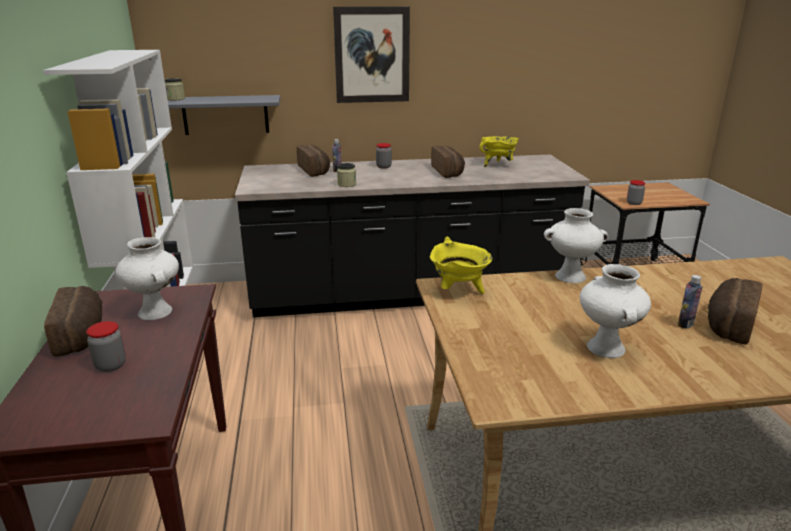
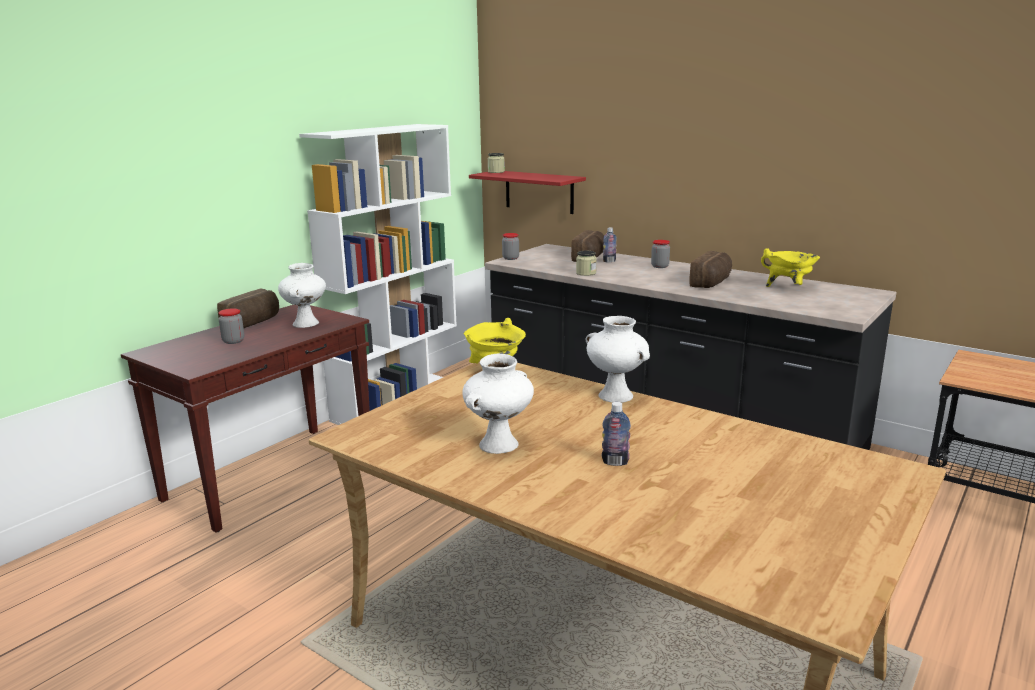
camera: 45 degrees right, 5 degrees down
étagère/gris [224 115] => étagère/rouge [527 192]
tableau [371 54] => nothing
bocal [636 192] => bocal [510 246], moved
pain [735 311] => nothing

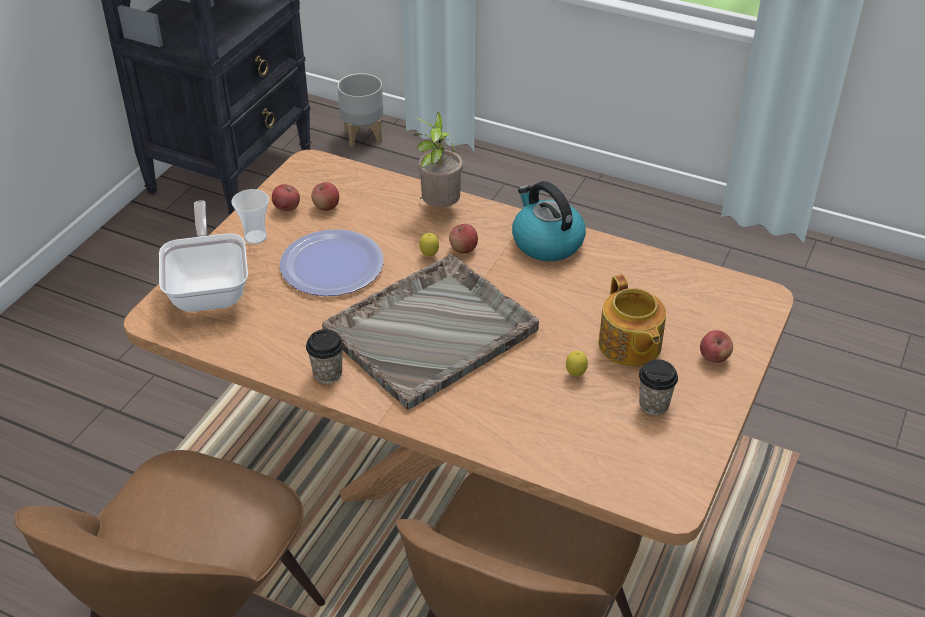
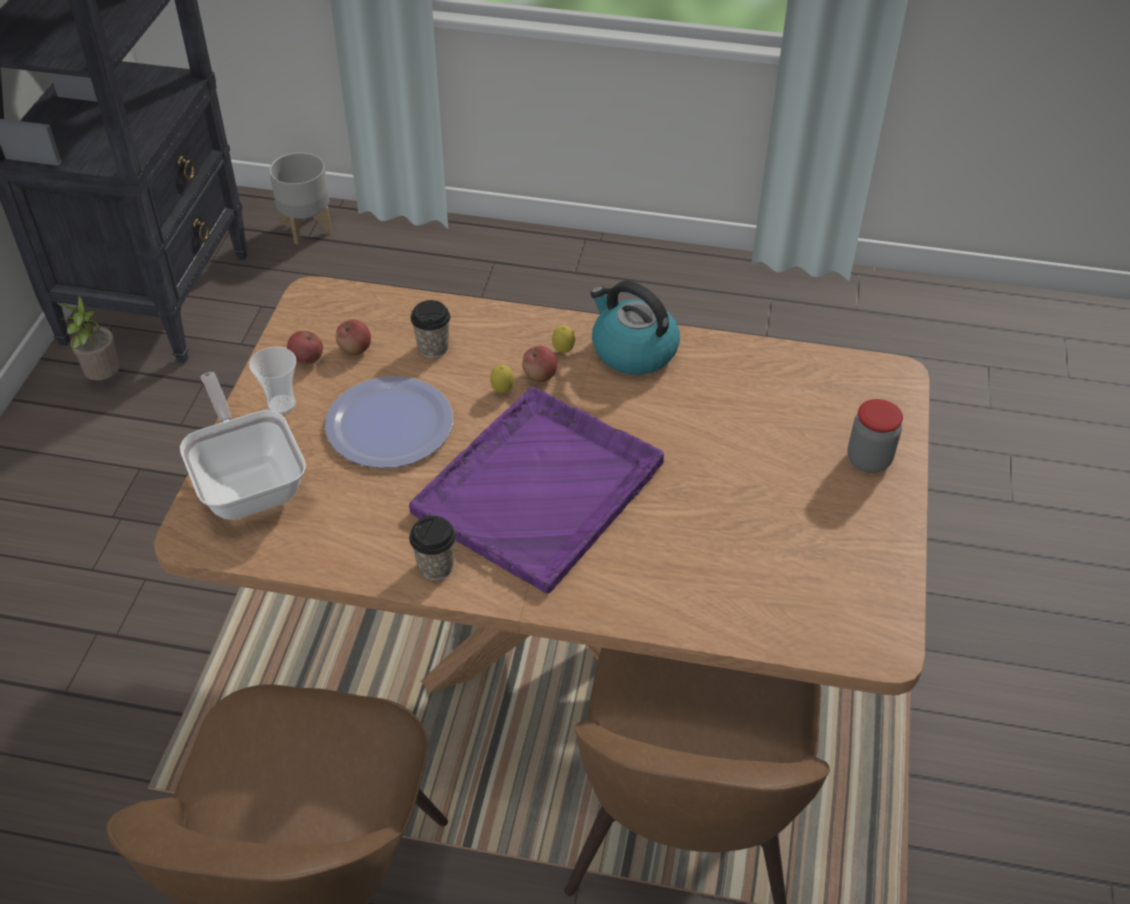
camera: 15 degrees left, 5 degrees up
plateau/gris [430 332] => plateau/violet [536 490]
plante en pot [438 159] => plante en pot [88 337], moved
citron [577 363] => citron [563 339], moved
théière [632 320] => nothing
tasse [658 387] => tasse [430 329], moved
pomme [716 346] => bocal [875 436]

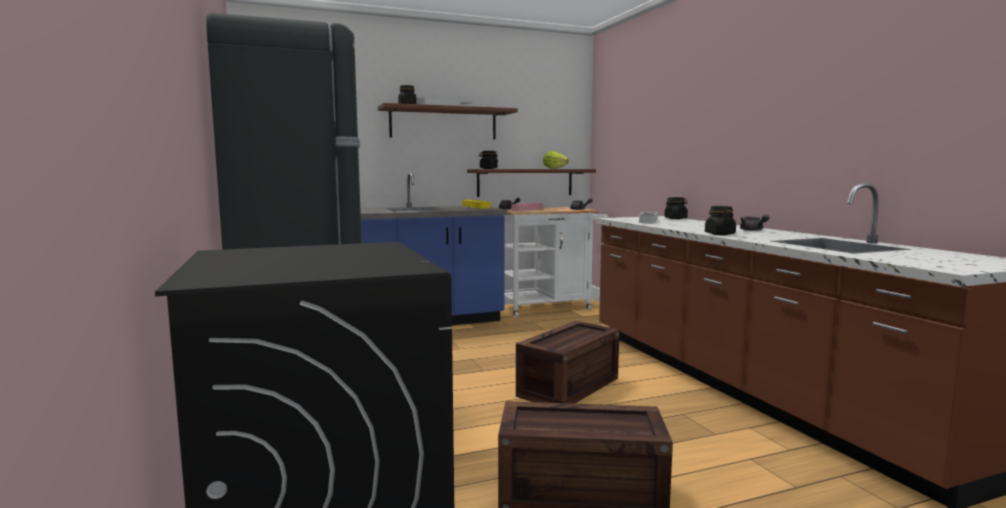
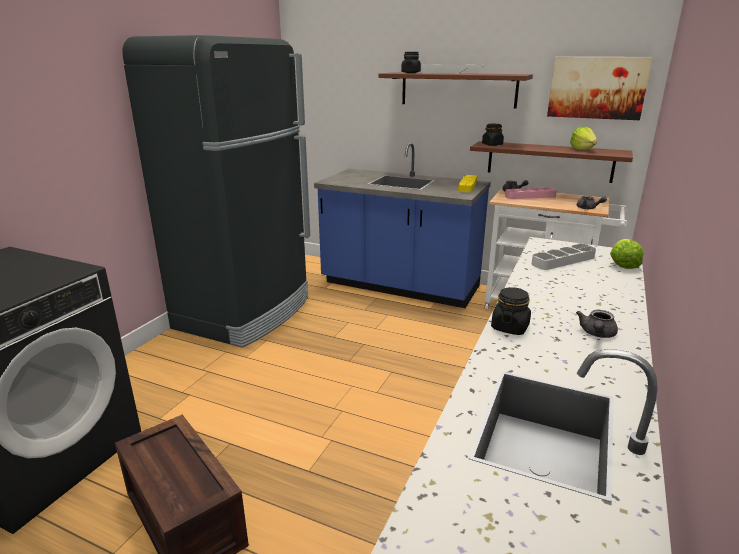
camera: 45 degrees right, 15 degrees up
caisse [568 362] => nothing
bocal/noir [676 208] => laitue [626 254]
nothing => tableau [600 88]

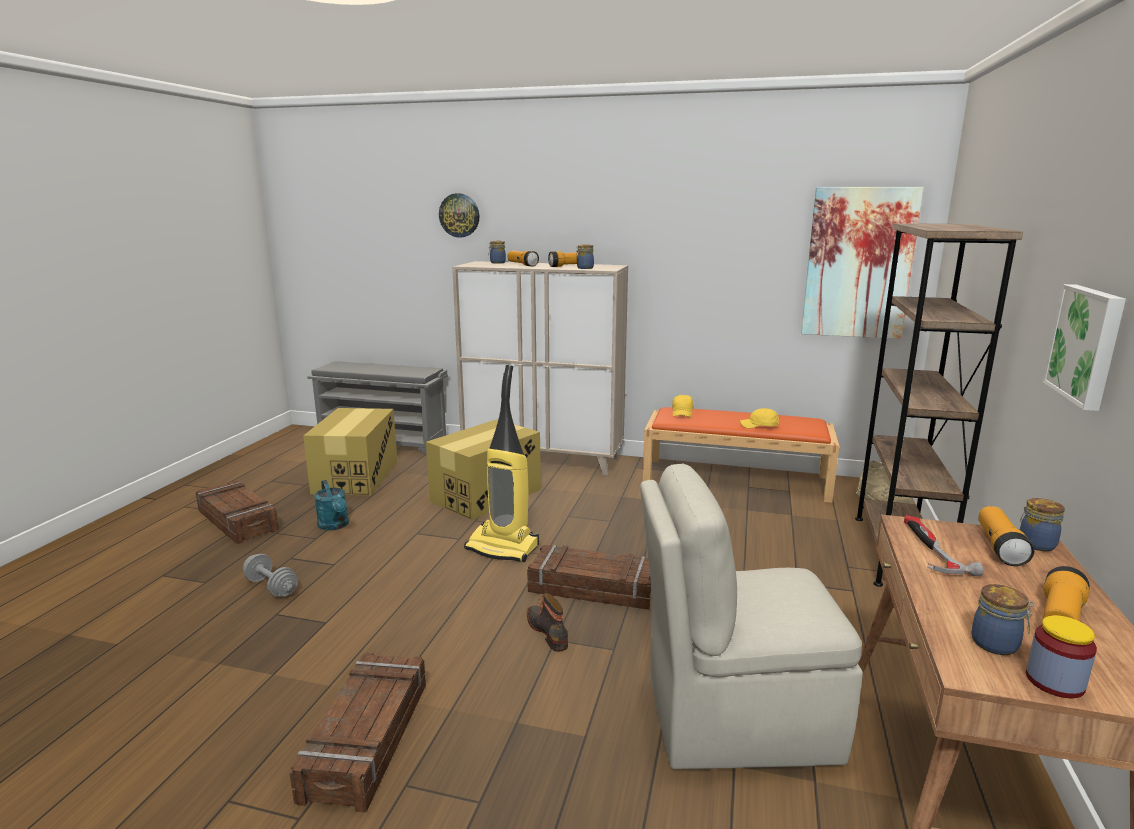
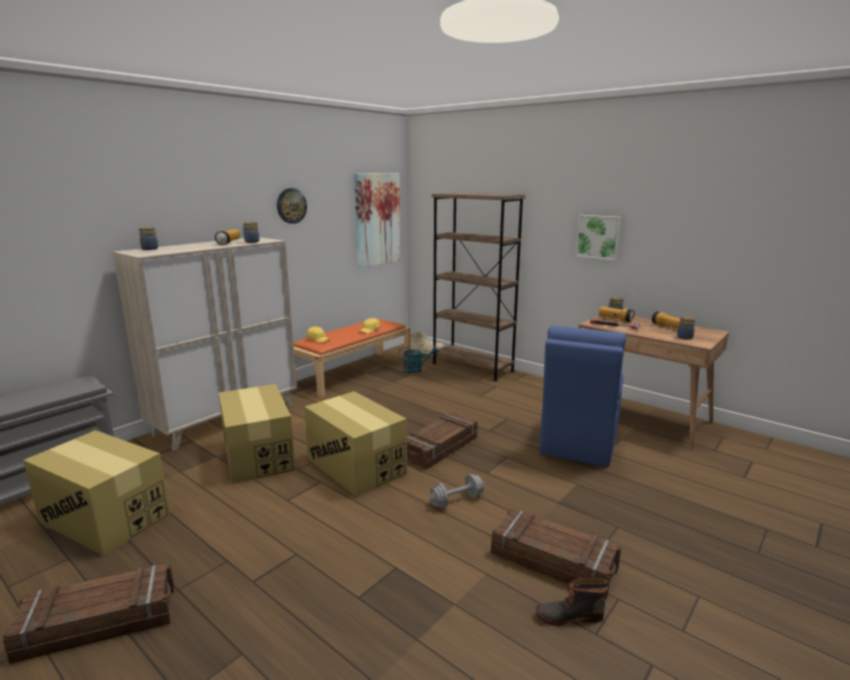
camera: 65 degrees left, 0 degrees up
haltère/gris [270 575] => haltère/gris [456 491], moved
arrosoir/turquoise [331 505] => arrosoir/turquoise [418 359], moved
horloge murale [459 215] => horloge murale [292 206], moved
aspirateur [501 463] => carton [355 444]
lampe de poche [523 259] => nothing
botte [547 622] => botte [572 602], moved
chaise/beige [751 616] => chaise/bleu [583 396]
bocal [1061 656] => nothing

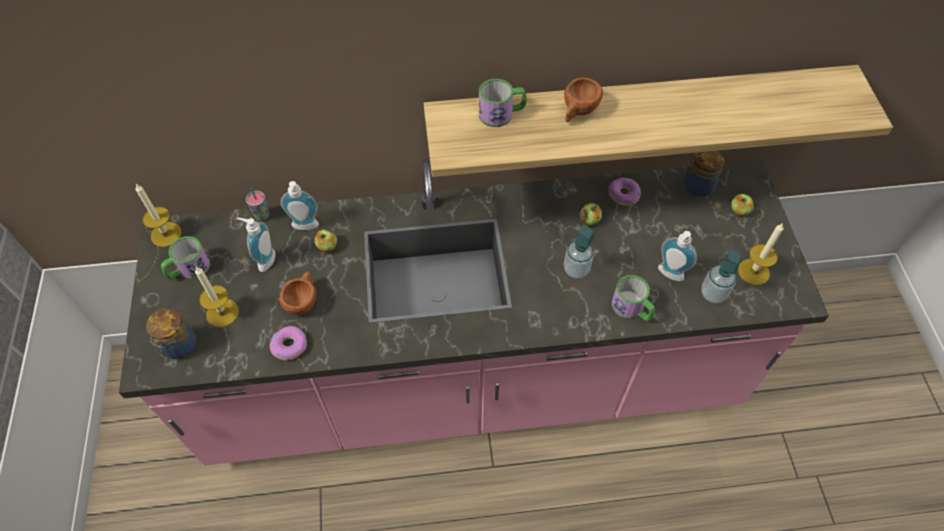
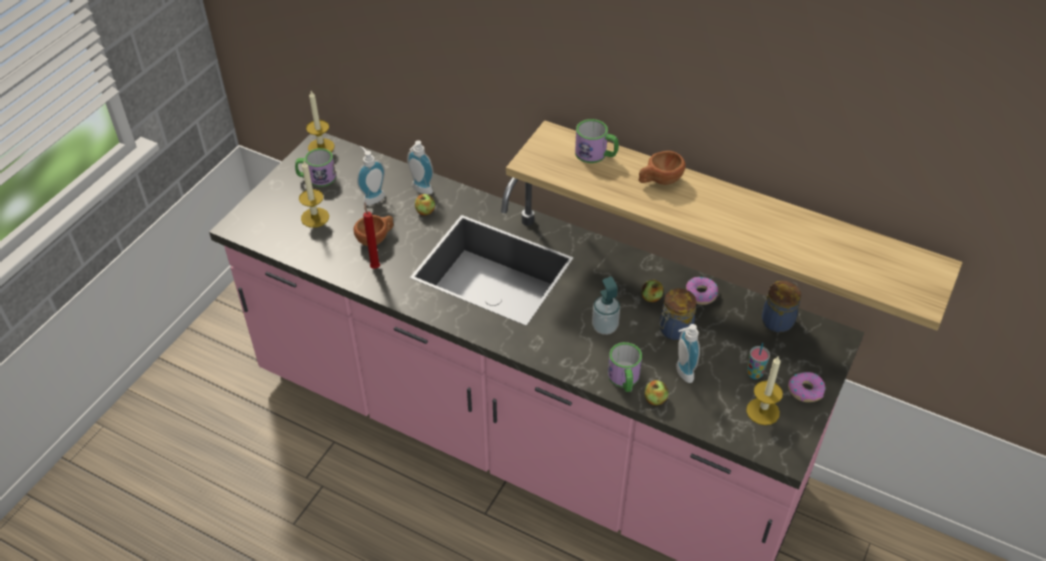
camera: 35 degrees right, 10 degrees down
bocal [171 333] => bocal [678 314], moved
tasse [257 204] => tasse [758 361], moved
beignet [288 343] => beignet [807 387], moved
distributeur de savon [721 276] => nothing
pomme [742 205] => pomme [656 392], moved
nothing => bougie/rouge [371 236]

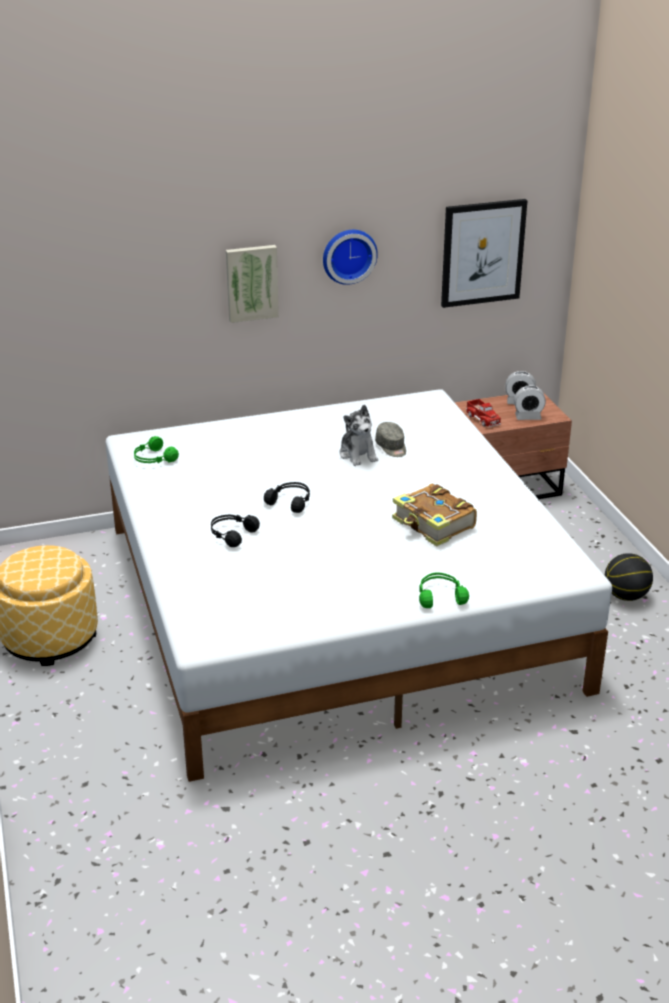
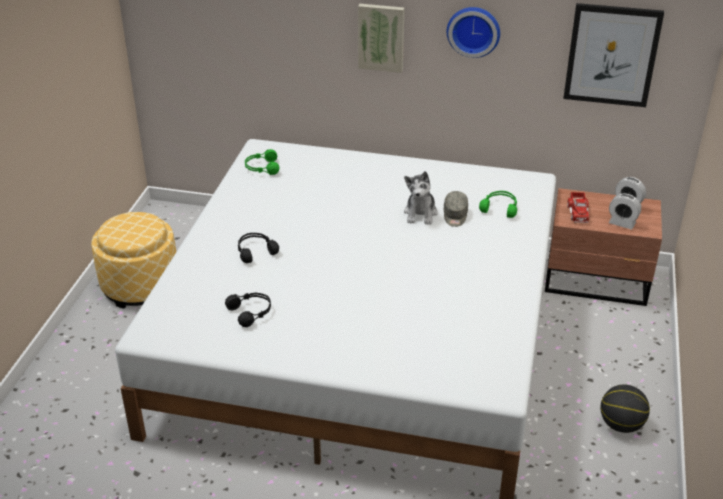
camera: 30 degrees right, 5 degrees up
casque audio/noir [287 497] => casque audio/noir [248 310], moved
livre [434 515] => nothing
casque audio/vert [444 590] => casque audio/vert [498 204], moved

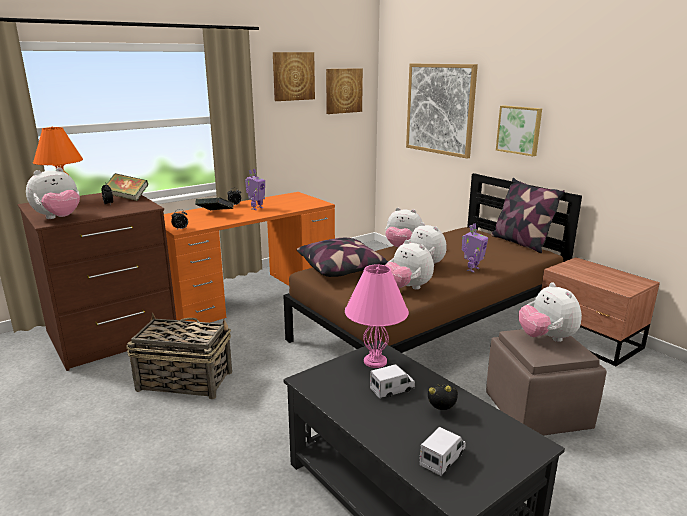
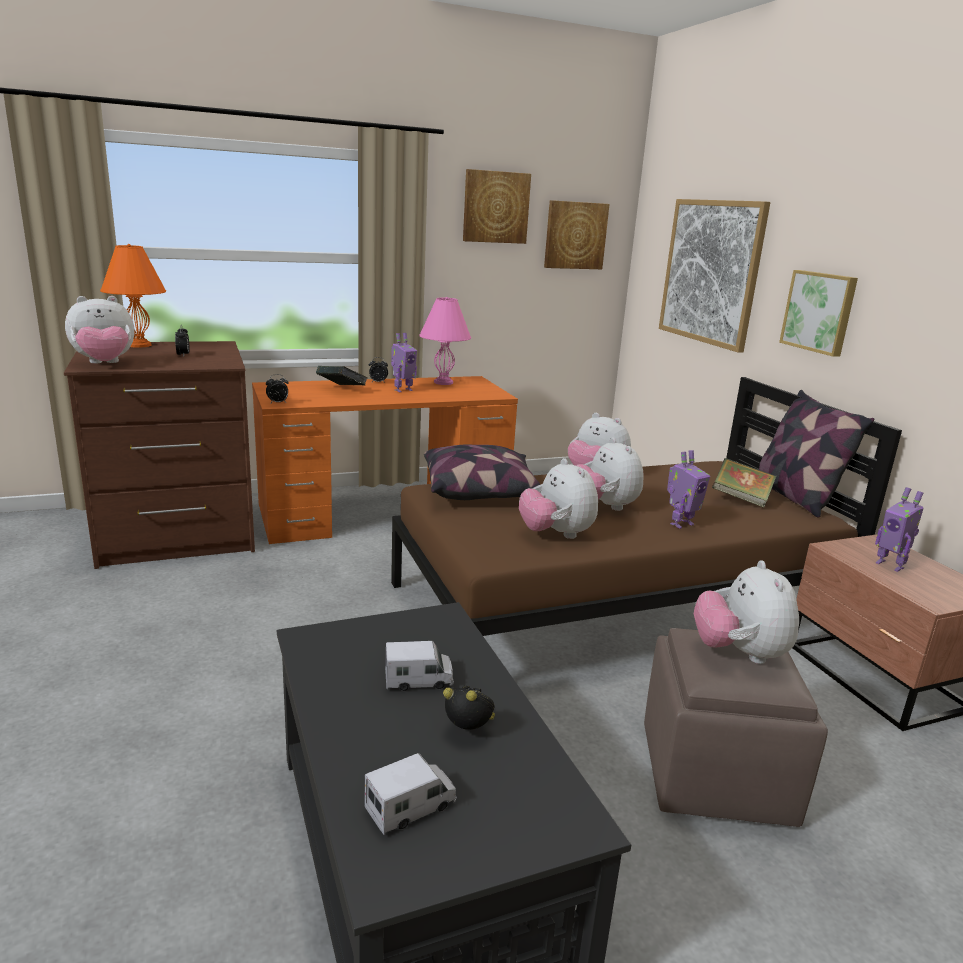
camera: 15 degrees right, 0 degrees up
livre [127 187] => livre [744 483], moved
panier [179 356] => nothing
lampe de table/rose [377 316] => lampe de table/rose [445 341], moved
nothing => robot jouet [899 529]

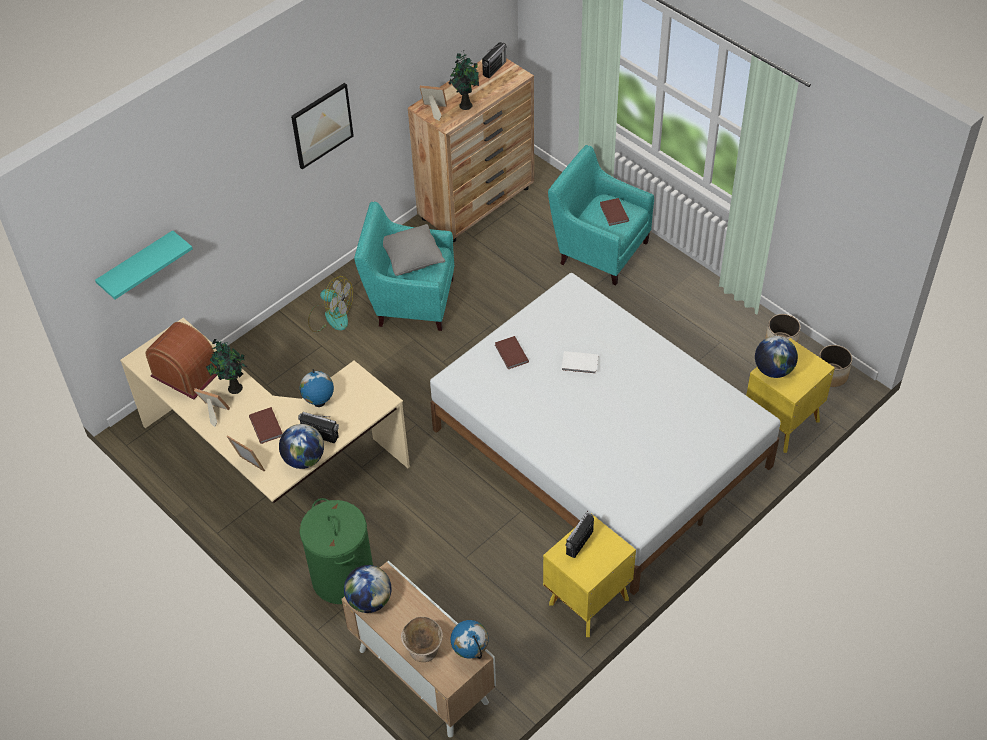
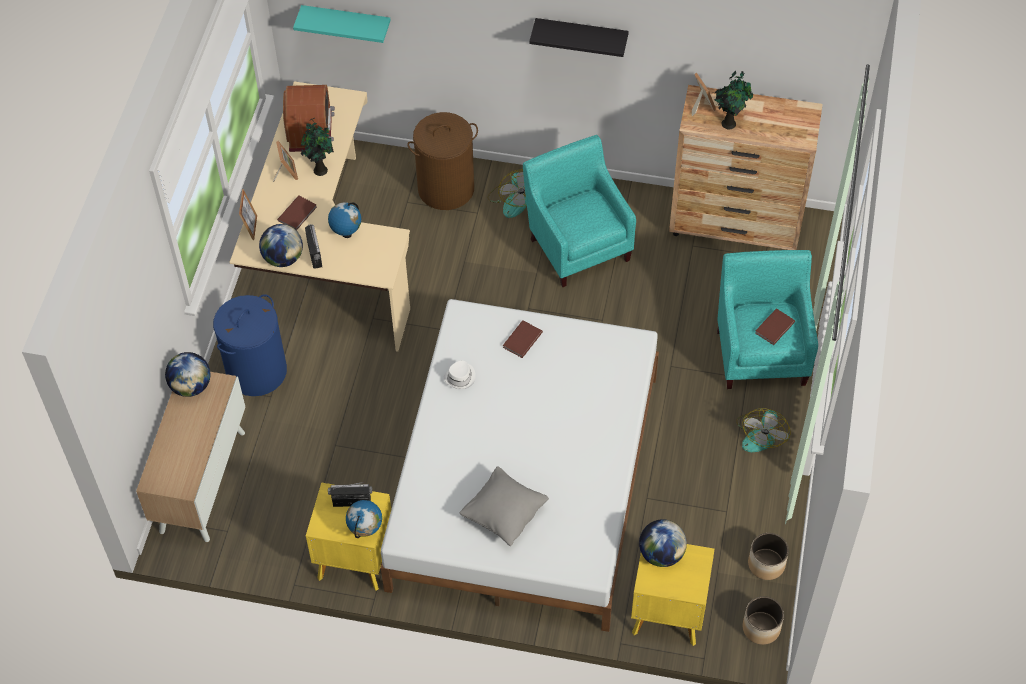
camera: 55 degrees right, 5 degrees up
tableau [322 126] => étagère/noir [579 37]
panier à linge/vert [336 551] => panier à linge/bleu [250 345]
coussin/gris [414 250] => coussin/gris [504 506], moved
bol/beige [422 639] => nothing
globe [470 639] => globe [364 519], moved
radio [494 60] => nothing
livre/blanc [580 362] => nothing
nothing => panier à linge/marron [442 161]
nothing => chapeau/blanc [460 375]
nothing => ventilateur [763 430]

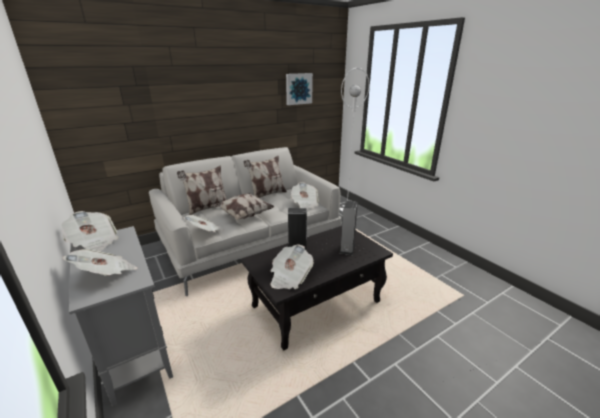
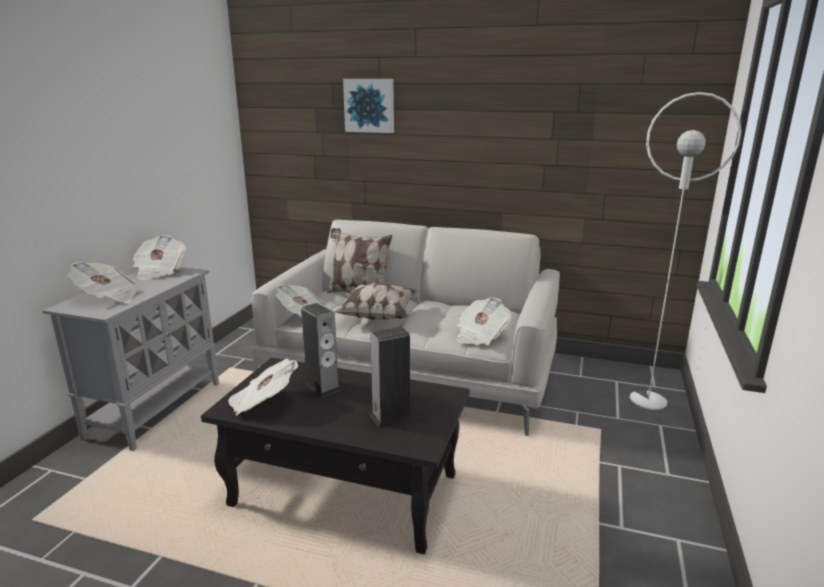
camera: 50 degrees right, 5 degrees down
coussin [265 177] => nothing
tableau [299 89] => tableau [368 106], moved

